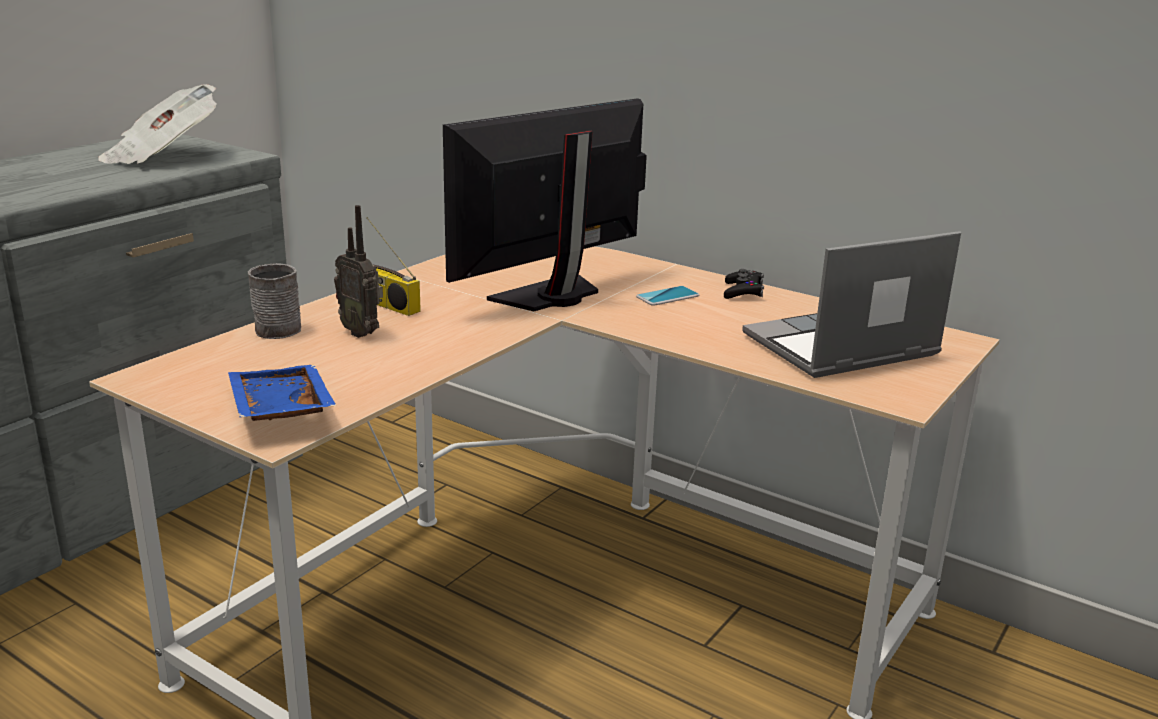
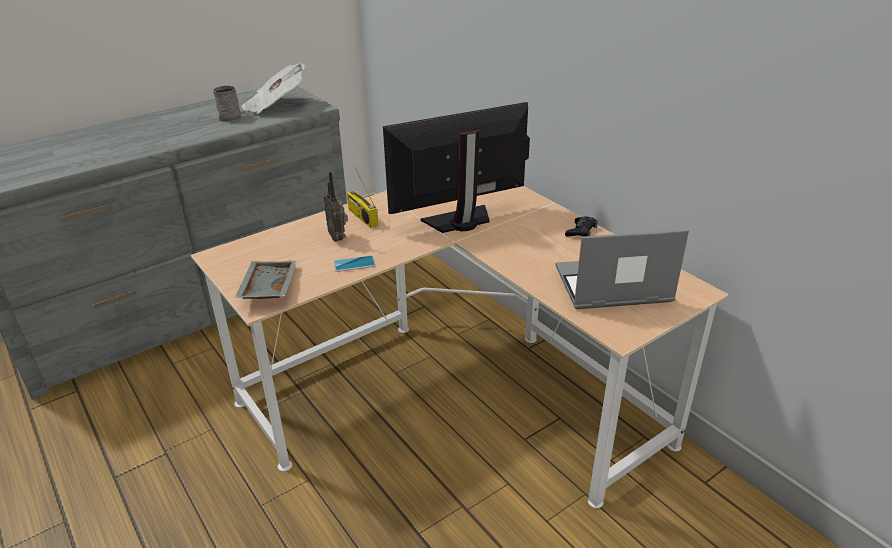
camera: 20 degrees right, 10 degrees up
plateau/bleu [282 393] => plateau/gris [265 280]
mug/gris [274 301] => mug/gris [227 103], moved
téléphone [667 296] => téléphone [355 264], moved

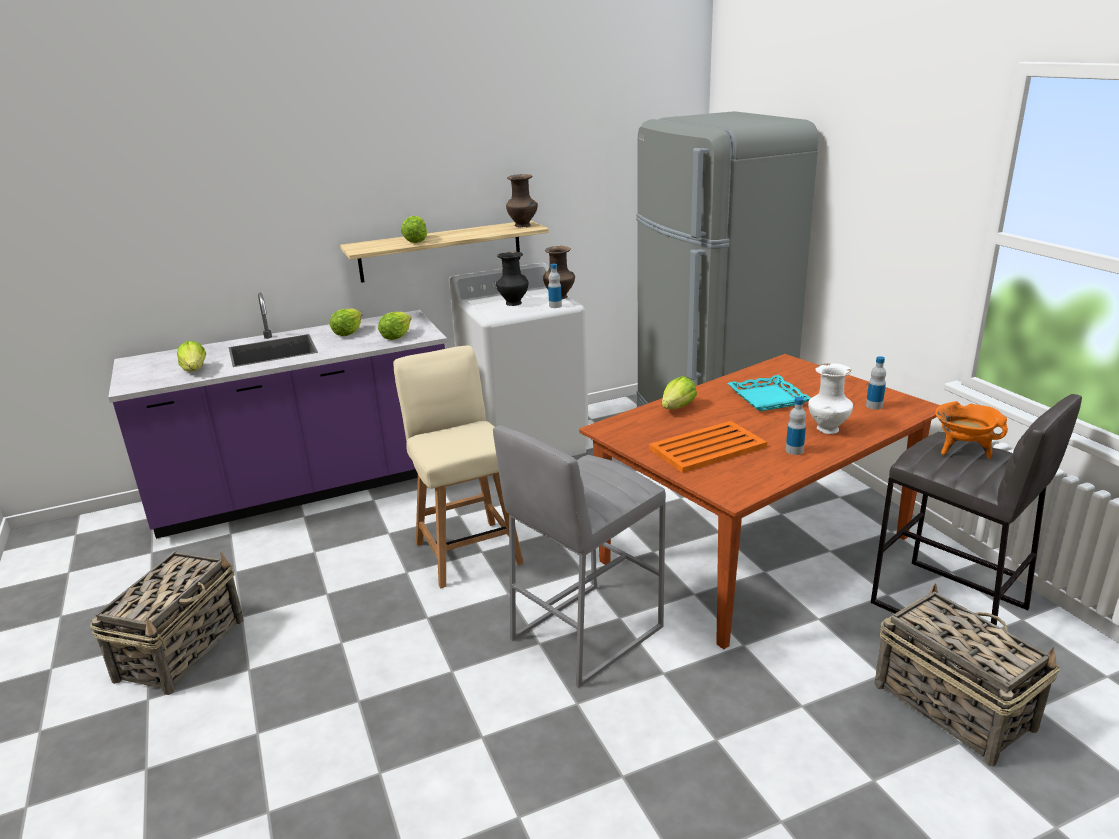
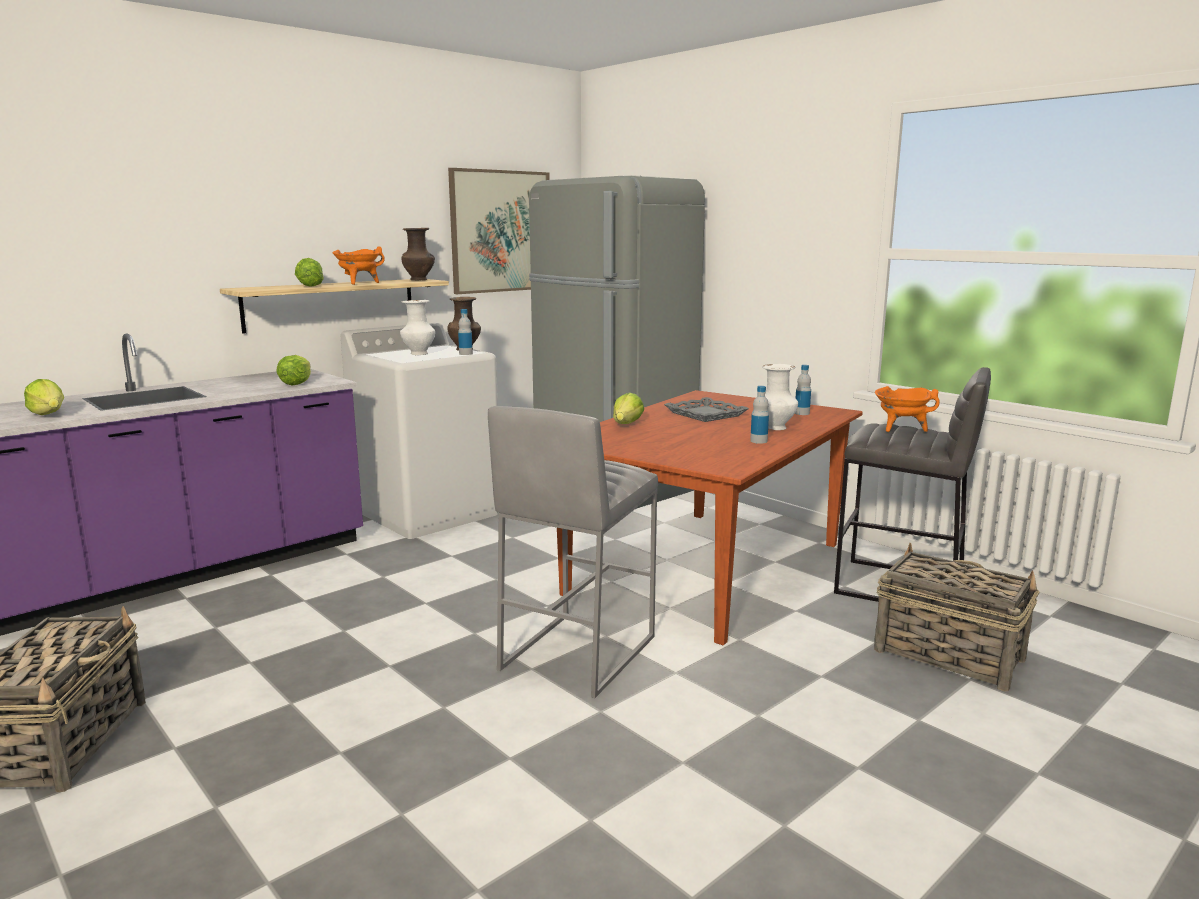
camera: 20 degrees left, 10 degrees down
laitue [346 322] => nothing
chaise/beige [458 467] => nothing
vase/noir [512 279] => vase/blanc [417 327]
plateau/orange [708 447] => nothing
plateau/turquoise [769 393] => plateau/gris [706 409]
nothing => marmite/orange [358 265]
nothing => tableau [499 231]

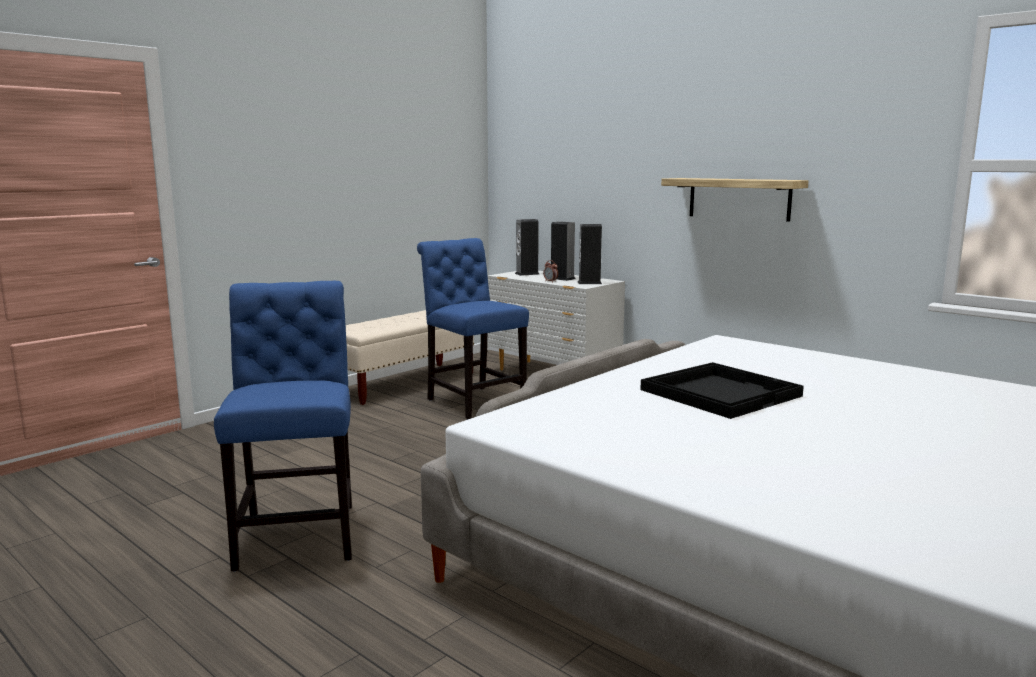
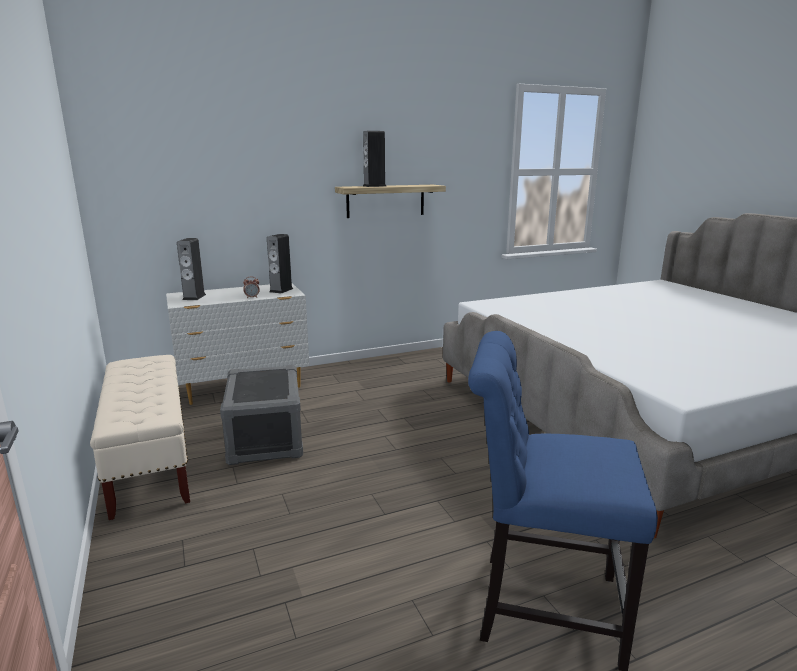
camera: 65 degrees left, 5 degrees up
chaise/bleu [473 328] => boîte de rangement/gris [261 415]
enceinte [563 251] => enceinte [374 159], moved
plateau/noir [722 390] => nothing

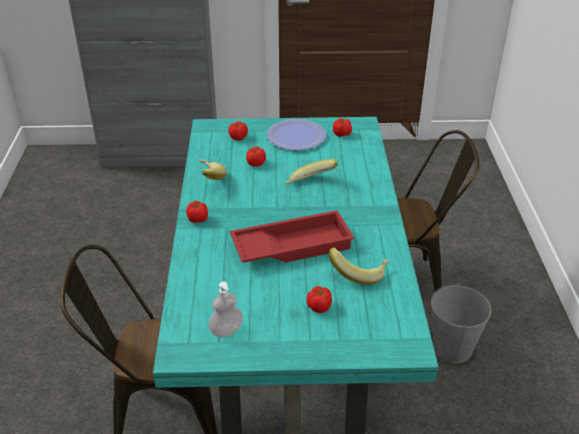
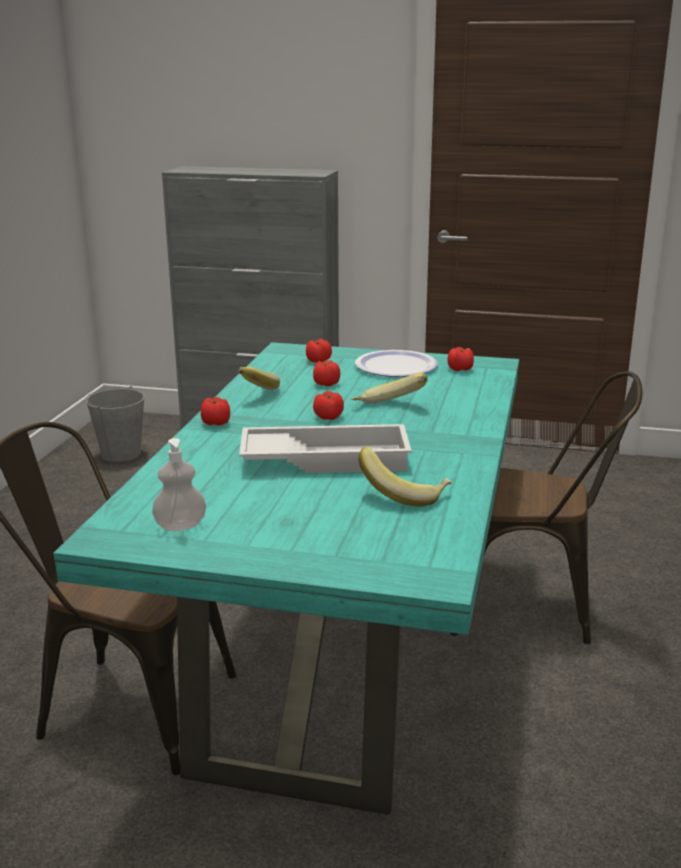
camera: 15 degrees right, 15 degrees down
plateau/rouge [292 236] => plateau/blanc [325 448]
tomate [319 299] => tomate [328 405], moved
seau/gris [461 323] => seau/gris [115 424], moved

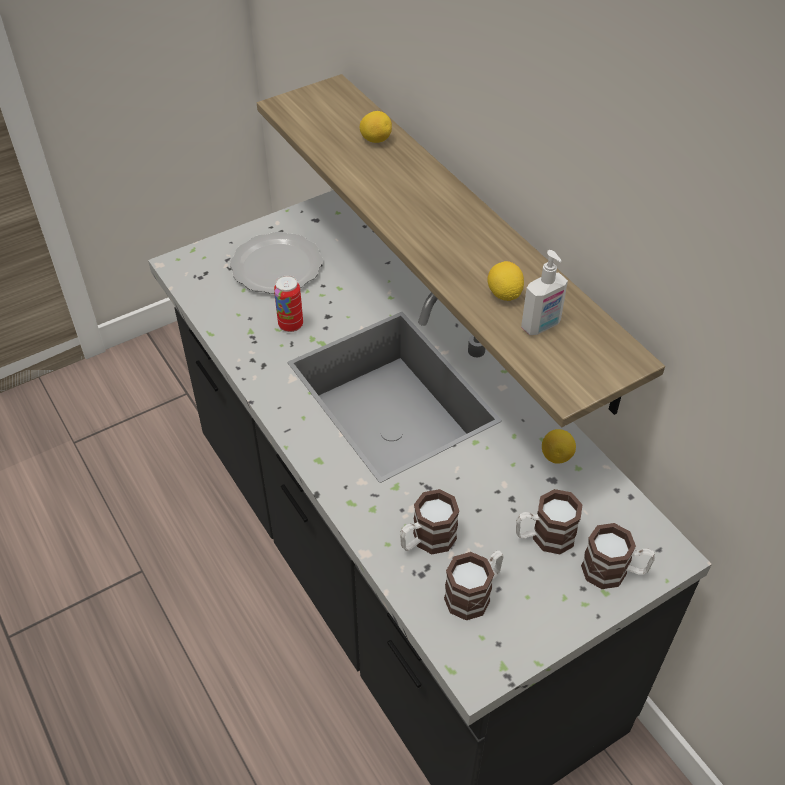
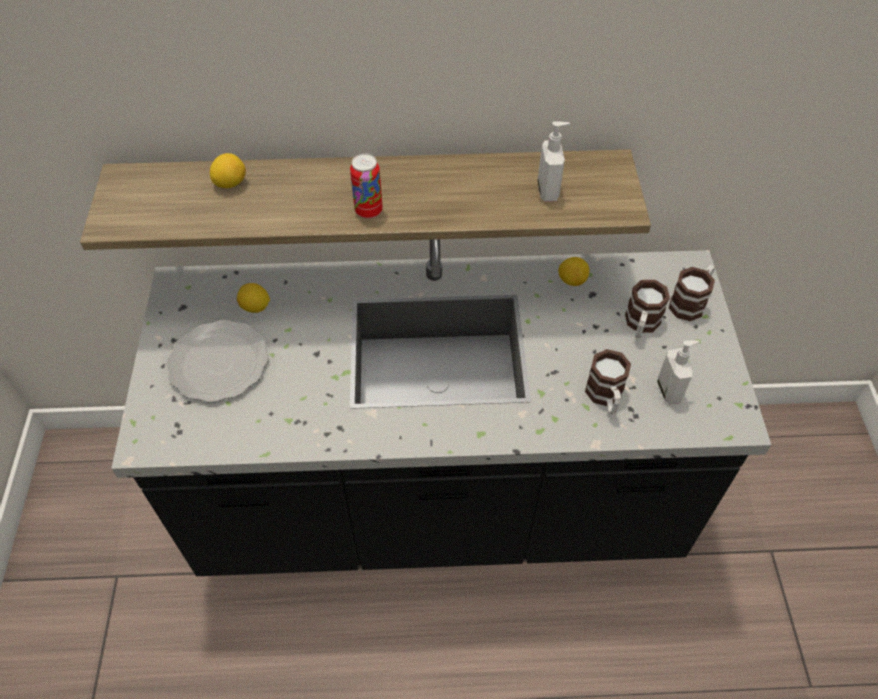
camera: 60 degrees left, 5 degrees up
boîte métallique [288 303] => boîte métallique [366 186], moved
mug [473 585] => distributeur de savon [678 372]
citron [505 281] => citron [253 298], moved

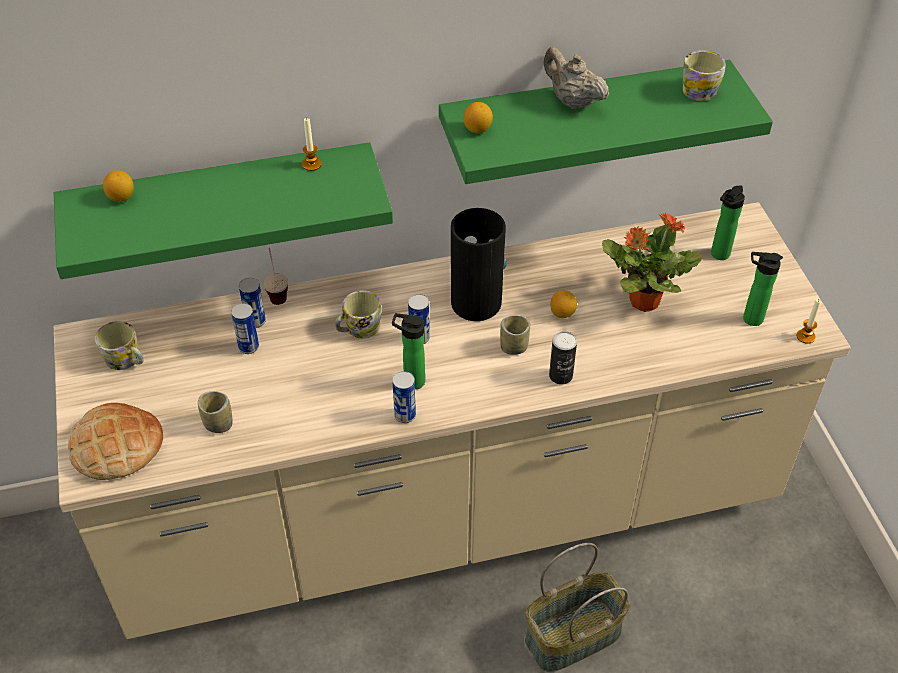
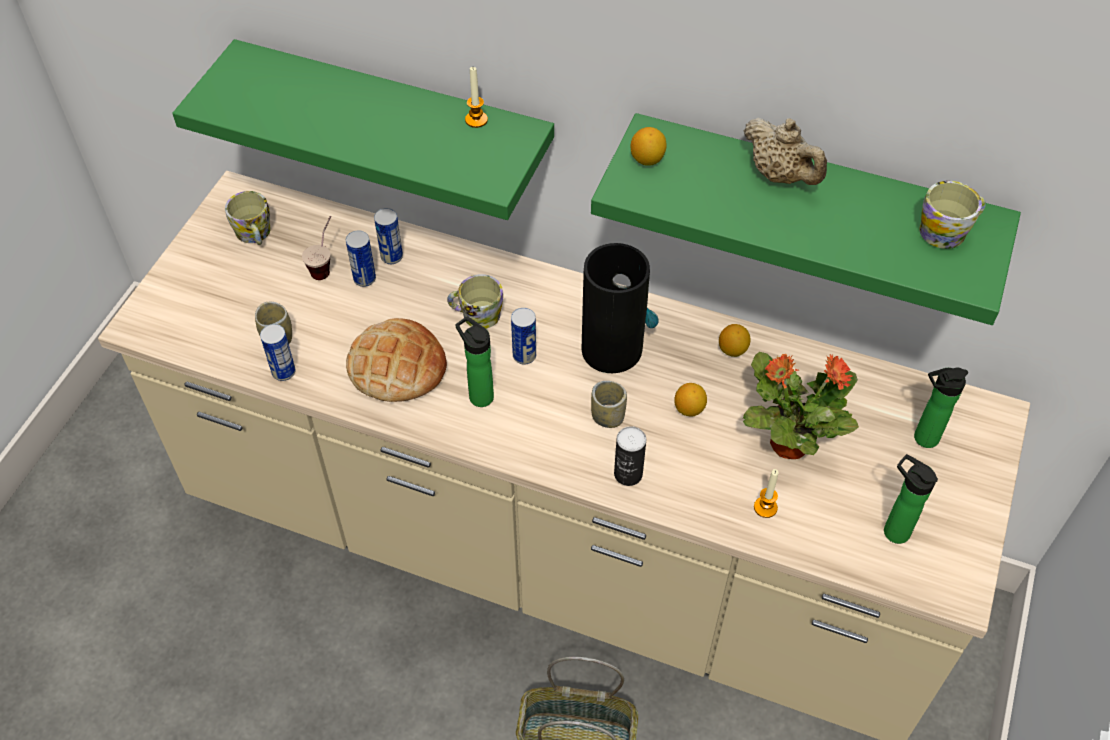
camera: 35 degrees right, 5 degrees up
pain [115 441] => pain [396 360], moved
citron [118 186] => citron [735 340], moved
tasse [275 276] => tasse [316 248], moved
boîte métallique [404 397] => boîte métallique [278 352], moved
théière/beige [576 78] => théière/beige [785 151], 150 degrees clockwise
bougie [809 321] => bougie [766 493], moved

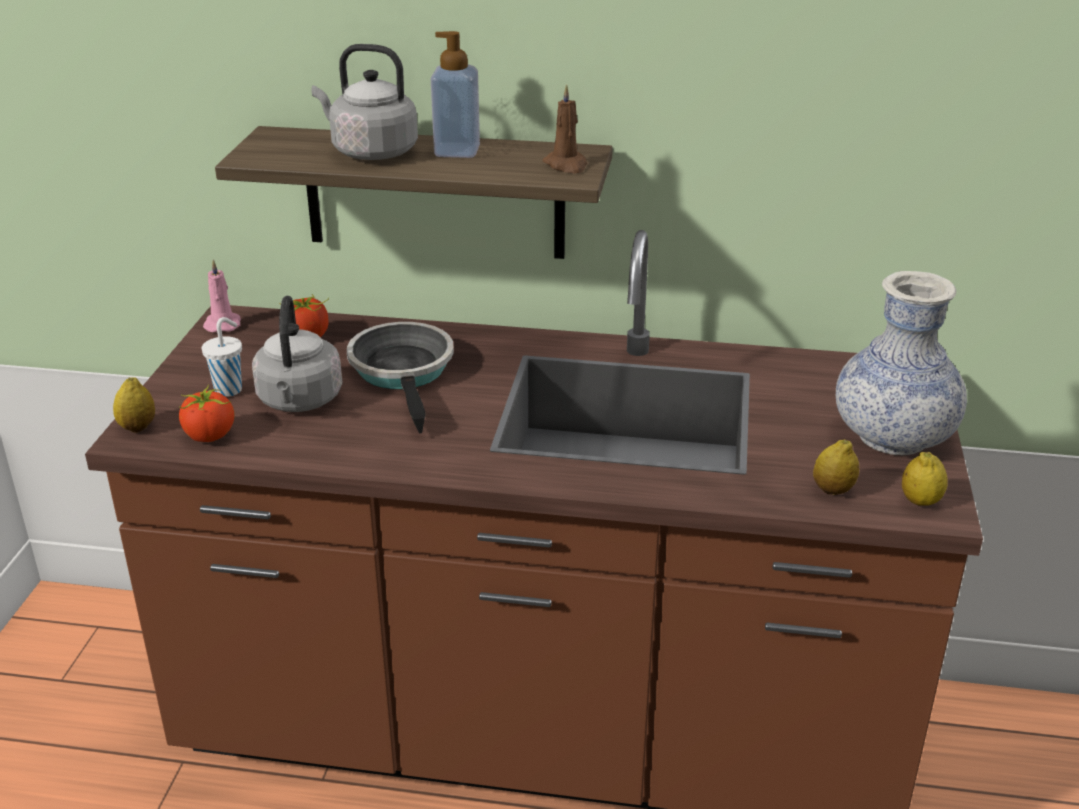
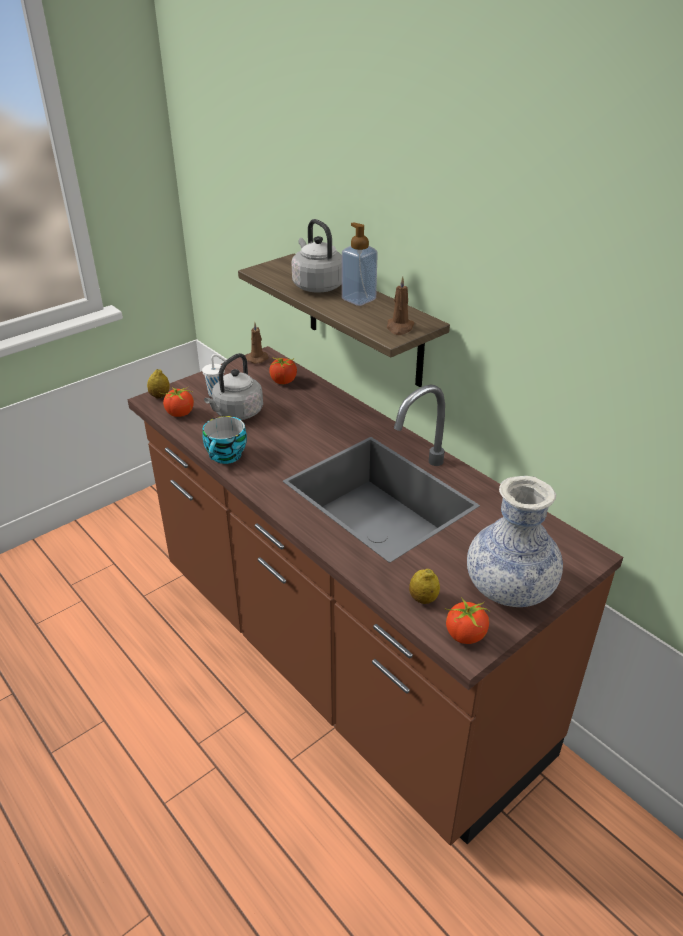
camera: 40 degrees right, 5 degrees up
bougie/rose [222 295] => bougie/marron [257 343]
poêle [400 377] => nothing
citron [925 479] => tomate [467 620]
nothing => tasse [224 440]

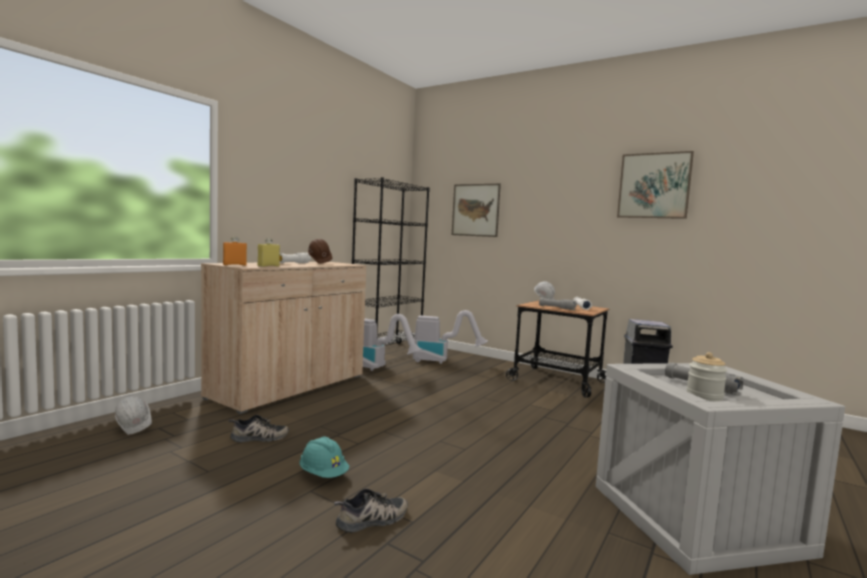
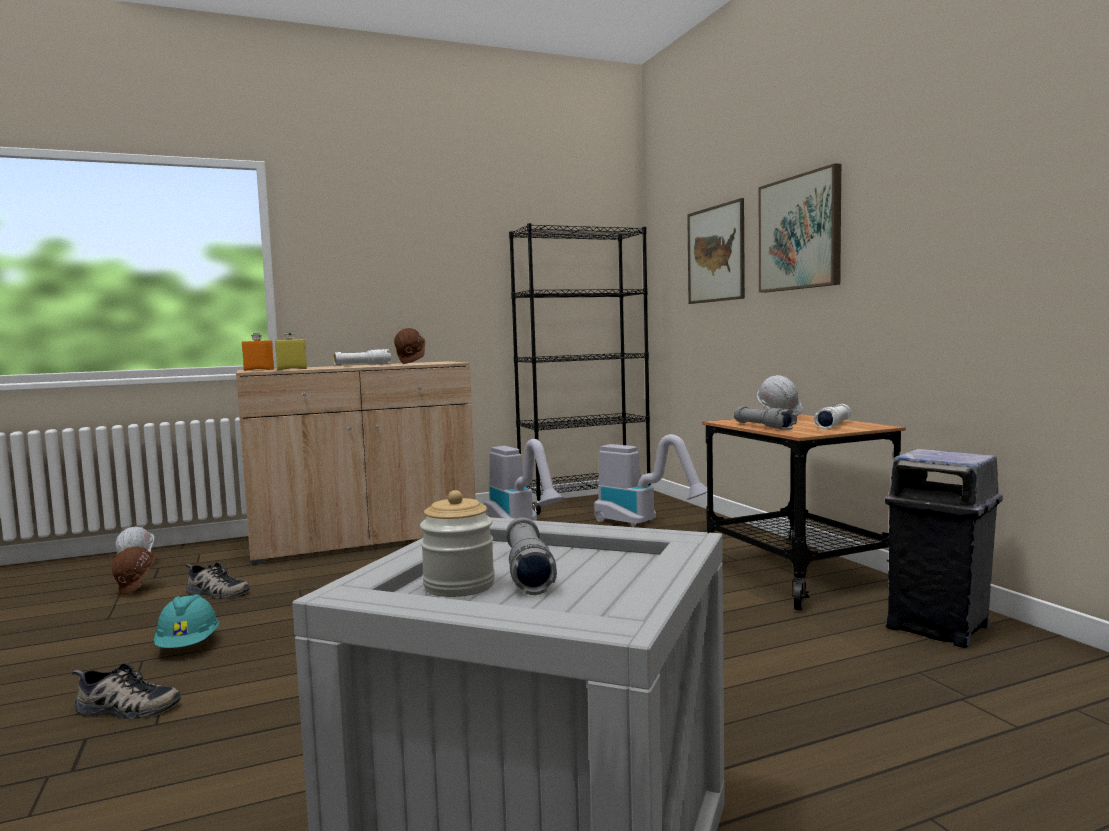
camera: 35 degrees right, 0 degrees up
tableau [655 185] => tableau [800 228], moved
nothing => casque de chantier/marron [134 571]

